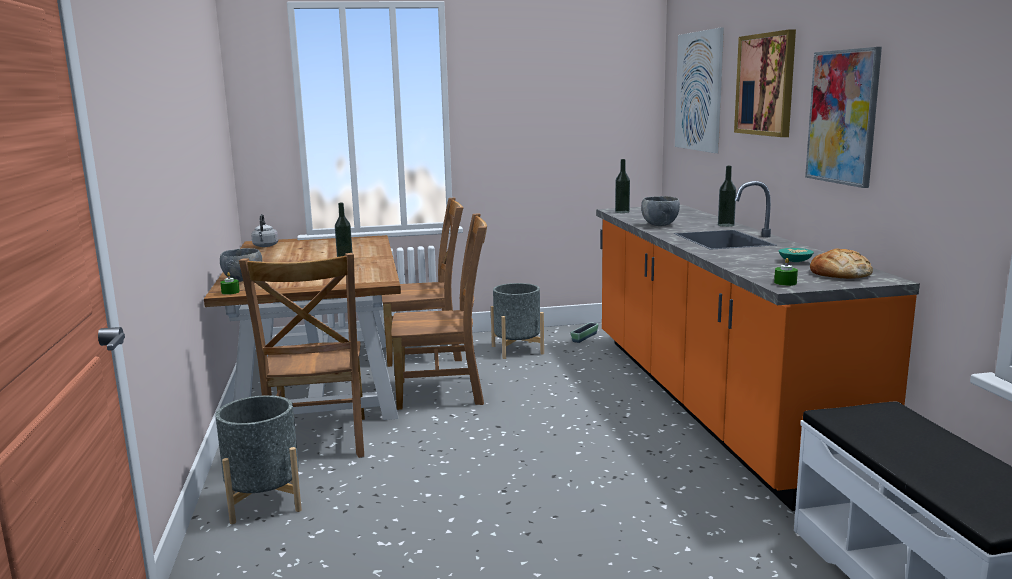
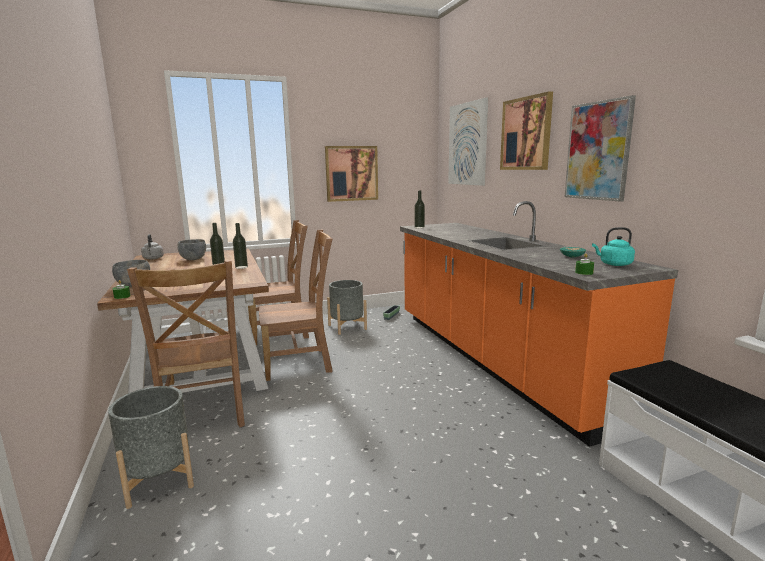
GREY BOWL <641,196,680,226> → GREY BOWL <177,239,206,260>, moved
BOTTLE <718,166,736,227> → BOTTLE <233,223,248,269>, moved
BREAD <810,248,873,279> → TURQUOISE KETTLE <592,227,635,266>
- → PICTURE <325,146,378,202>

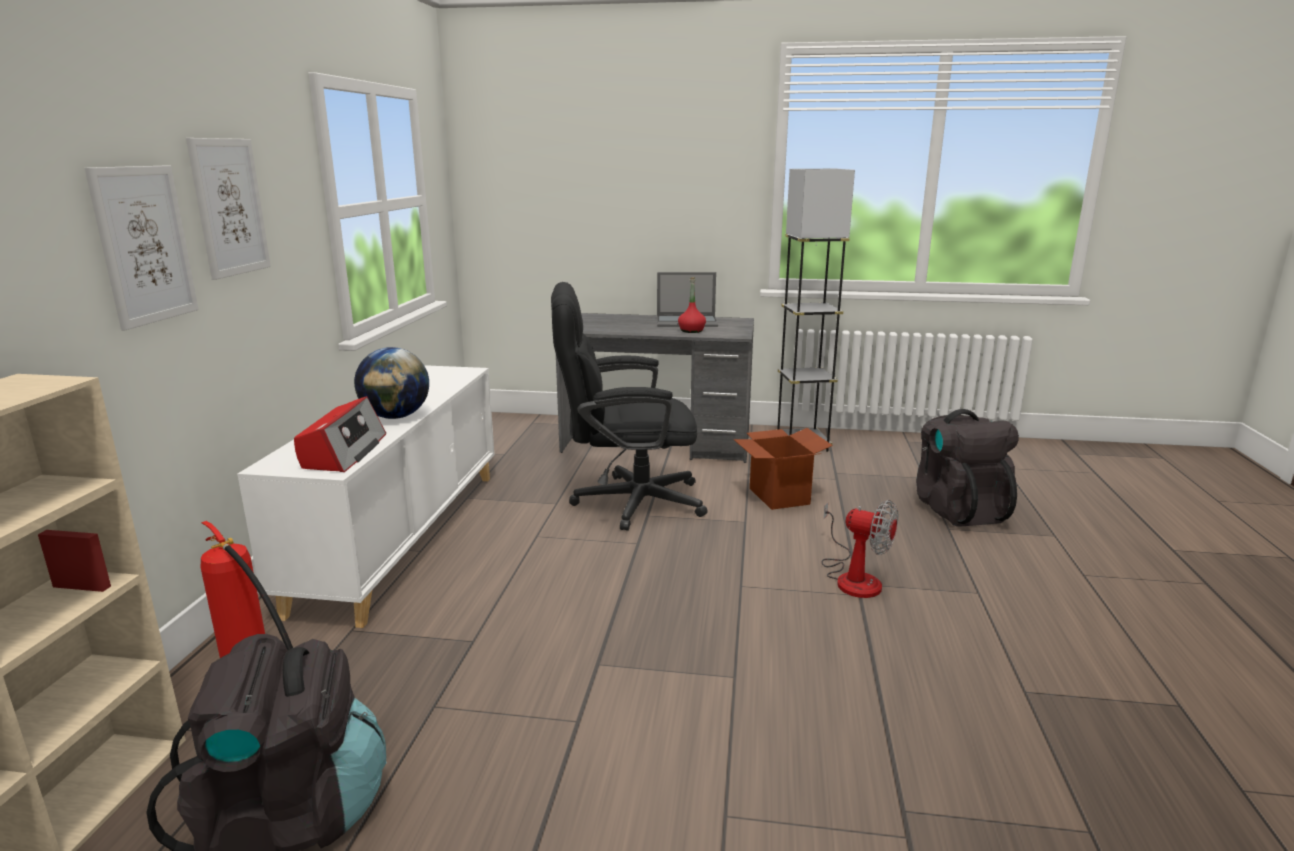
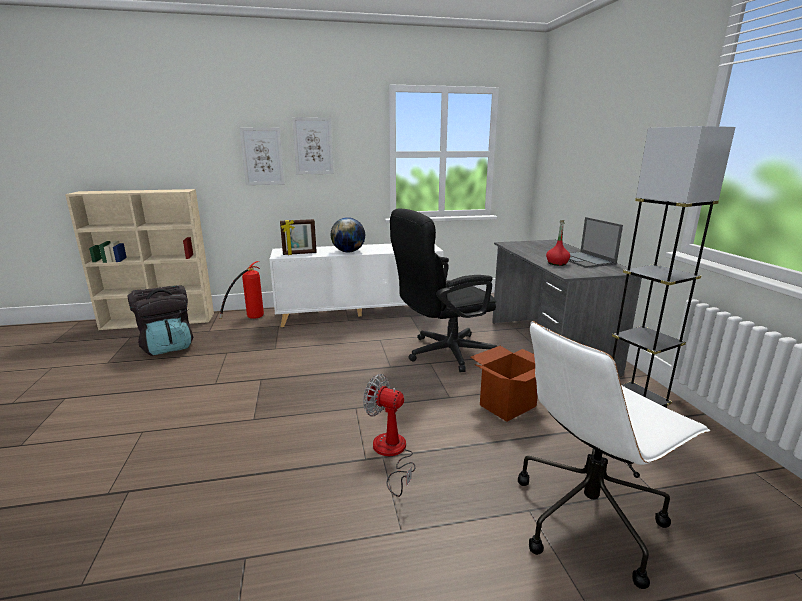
RADIO <294,396,386,472> → PICTURE FRAME <280,219,317,255>
BLACK OFFICE CHAIR <551,282,708,531> → BLACK OFFICE CHAIR <390,208,497,372>, 90 degrees counterclockwise
FAN <822,500,898,598> → FAN <363,374,415,497>, 105 degrees clockwise
BLACK BACKPACK <916,409,1019,527> → WHITE OFFICE CHAIR <518,321,710,589>

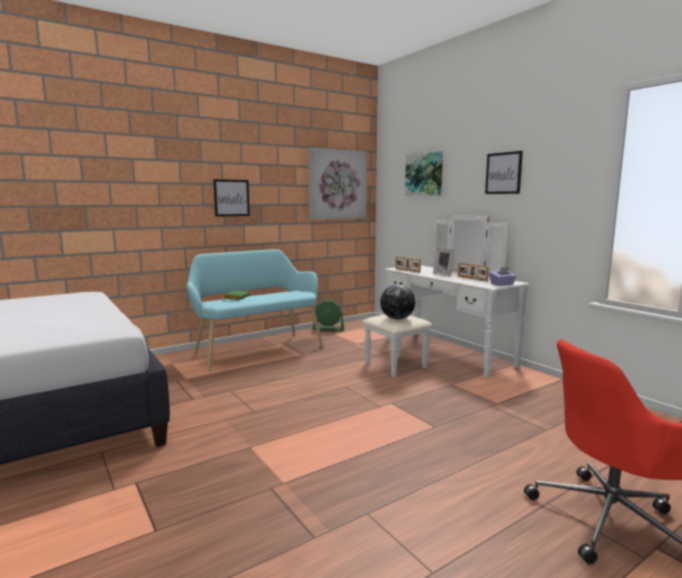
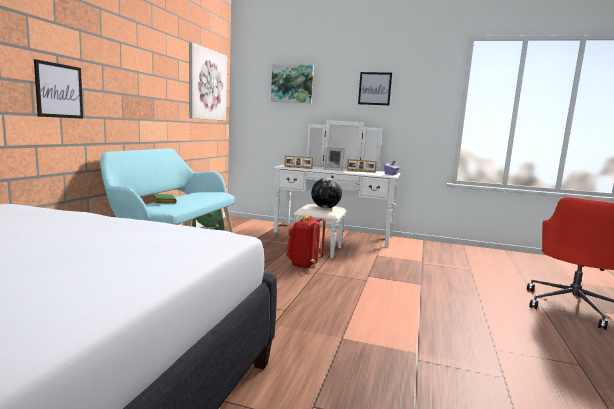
PICTURE <213,179,250,217> → PICTURE <34,59,83,119>, moved
- → RED BACKPACK <286,215,326,269>

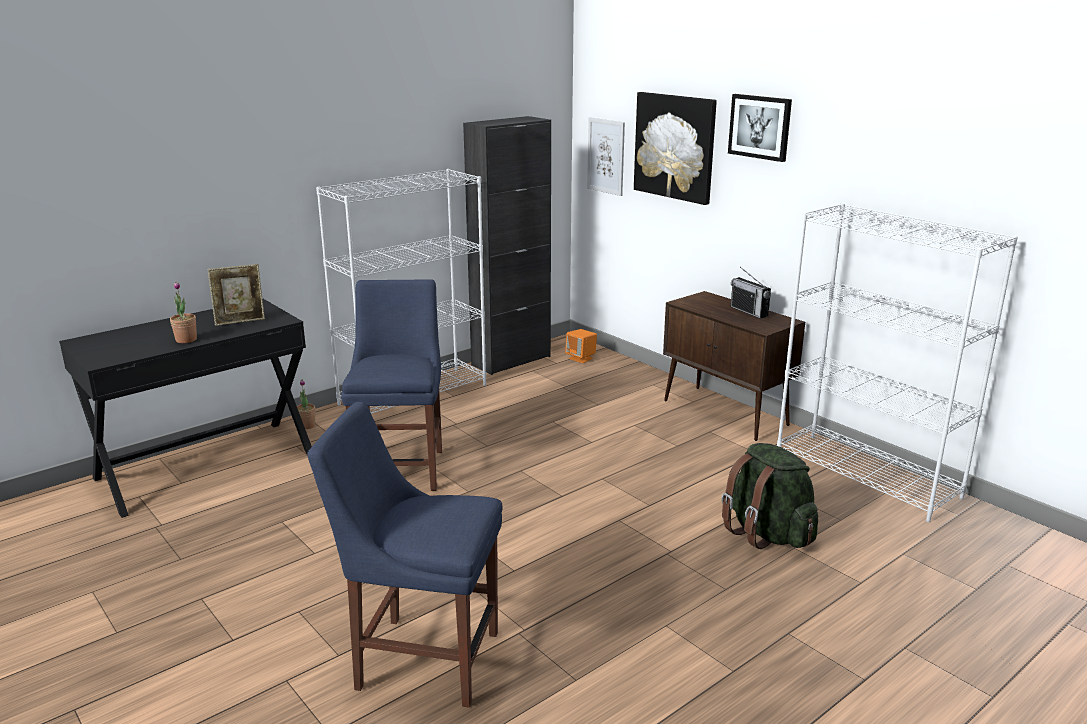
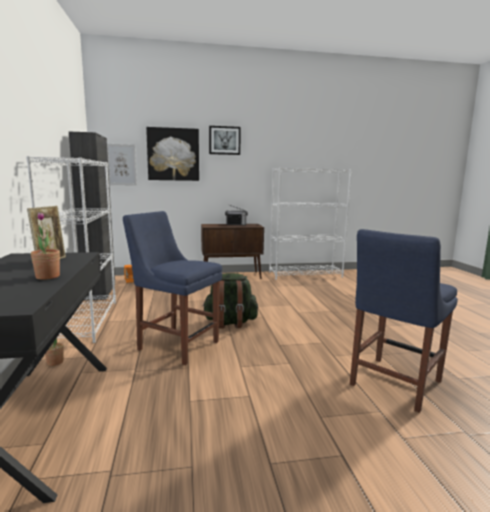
GREEN BACKPACK <722,443,818,549> → GREEN BACKPACK <202,273,258,328>, moved

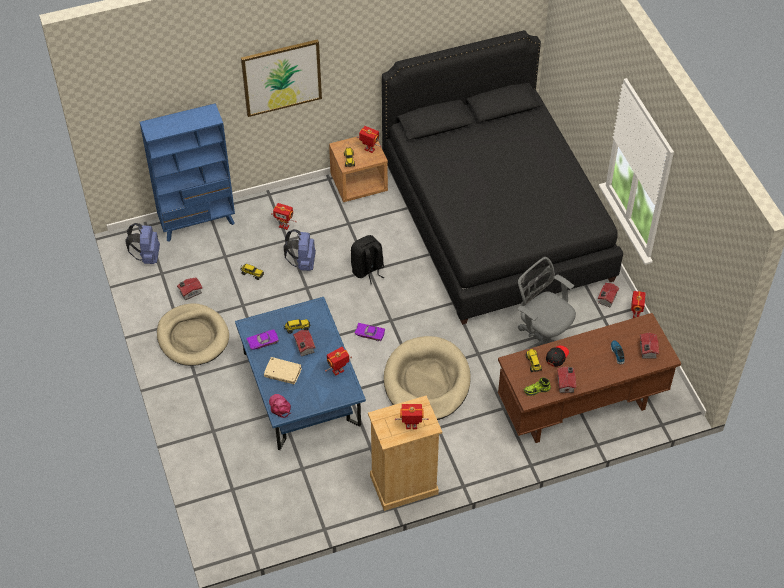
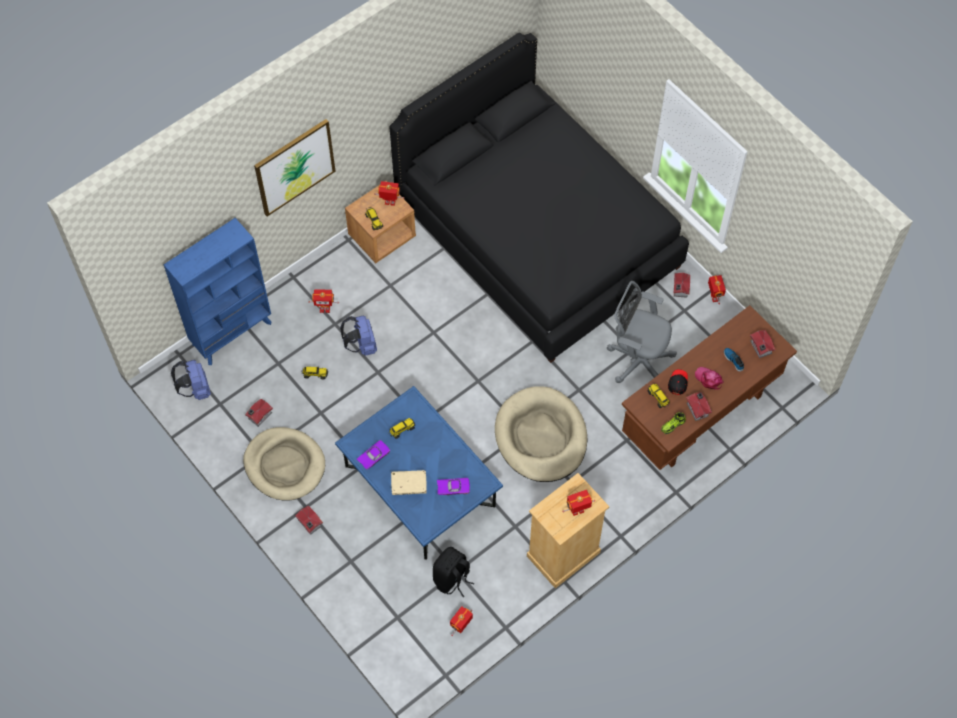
PINK CAP <269,394,292,418> → PINK CAP <695,367,724,390>, moved
TOY HOUSE <293,330,315,357> → TOY HOUSE <295,506,323,535>, moved
TOY ROBOT <325,347,352,376> → TOY ROBOT <450,606,473,636>, moved
BLACK BACKPACK <351,235,384,284> → BLACK BACKPACK <433,547,474,597>, moved
PURPLE TOY CAR <354,323,385,341> → PURPLE TOY CAR <437,478,470,495>, moved

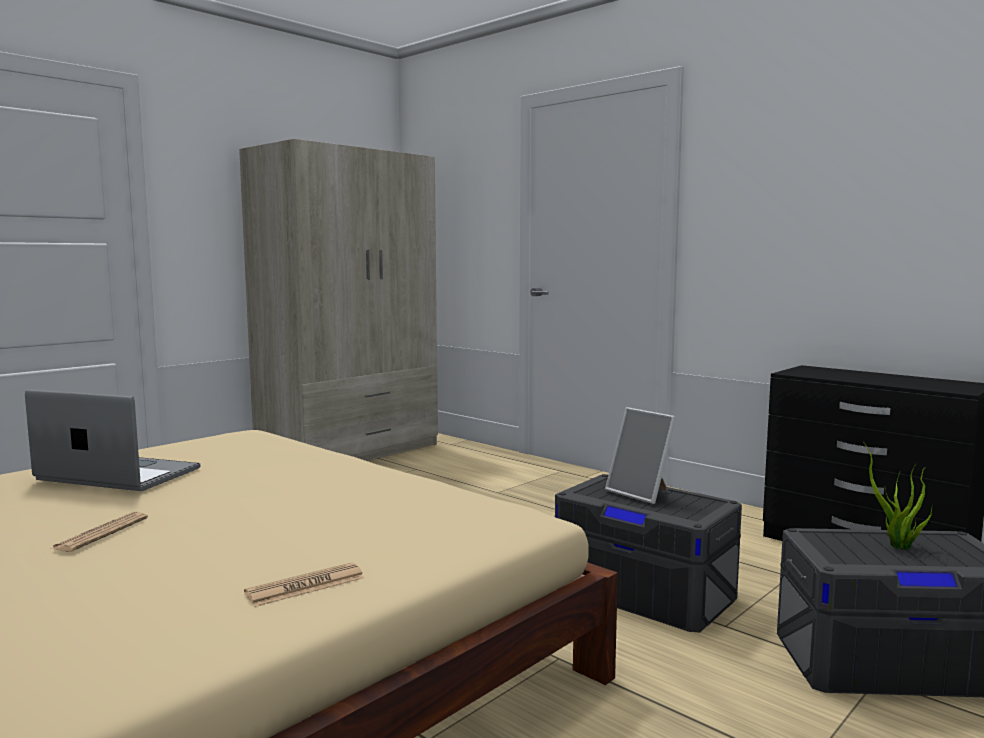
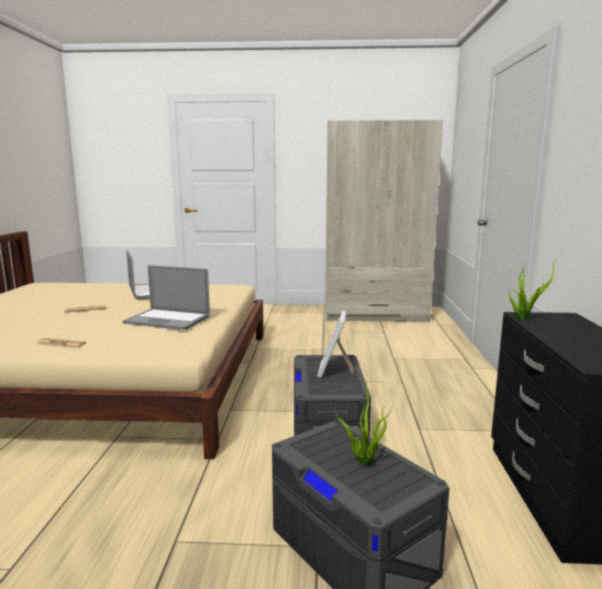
- → LAPTOP <122,265,210,330>
- → POTTED PLANT <508,253,563,320>

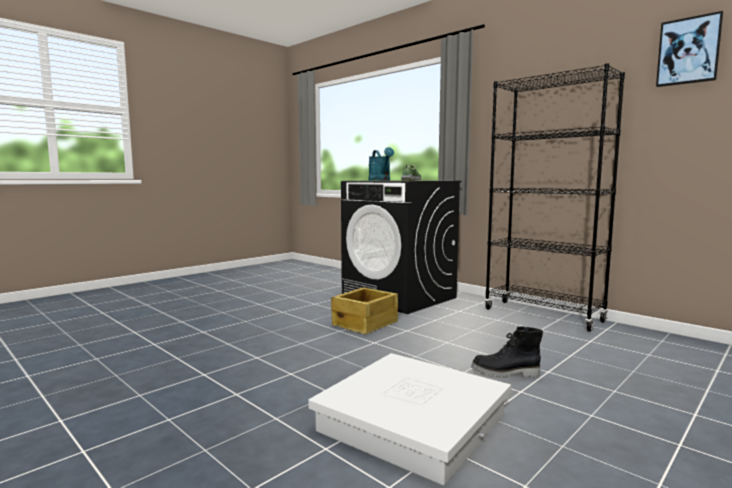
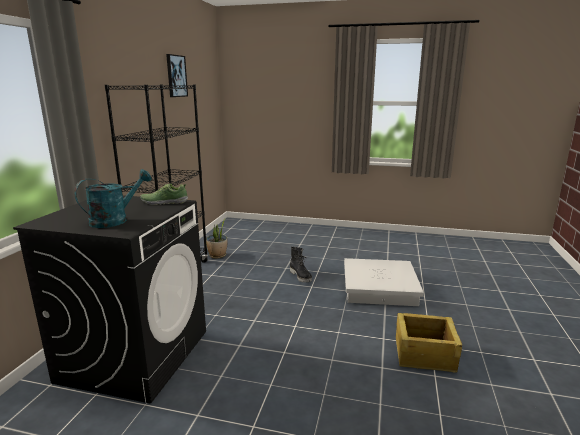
CRATE <331,287,398,335> → CRATE <396,313,462,373>, moved
- → POTTED PLANT <206,219,228,259>

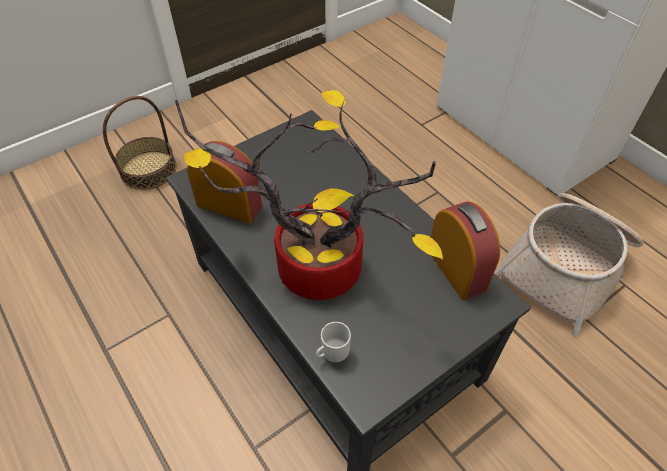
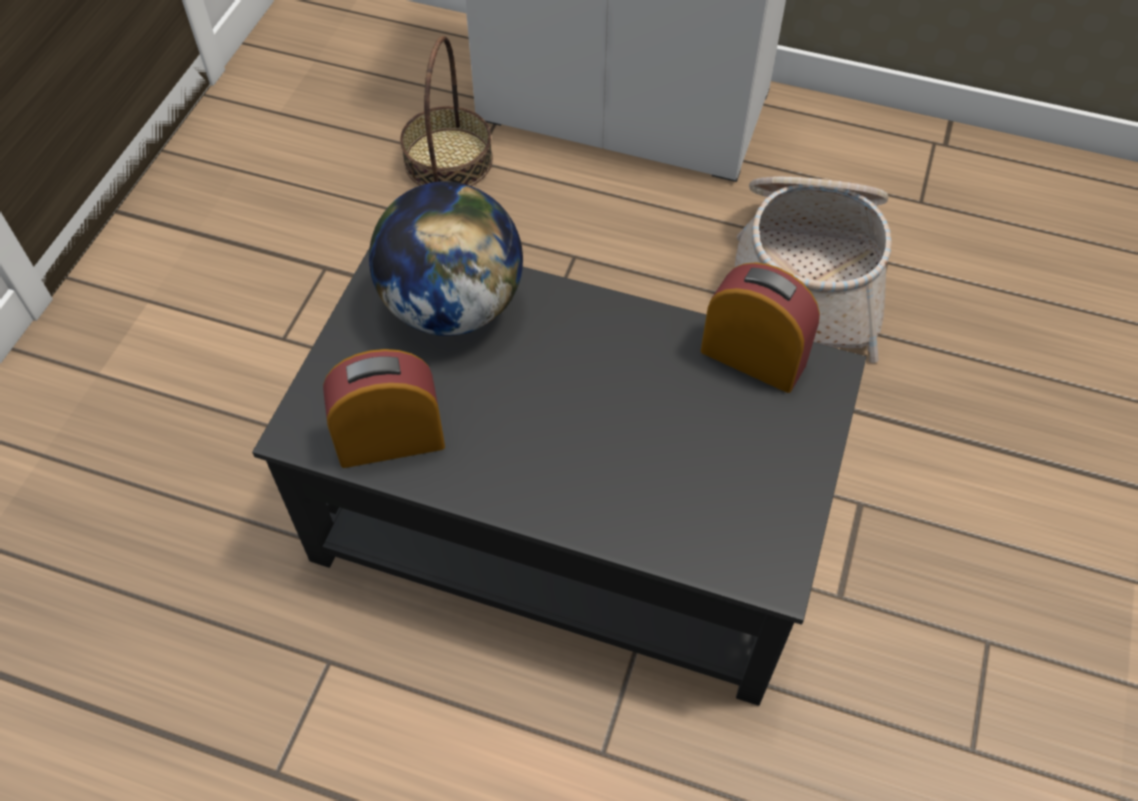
BASKET <103,96,177,190> → BASKET <400,36,493,186>, moved
POTTED PLANT <175,90,443,300> → -
MUG <316,322,351,362> → -
- → GLOBE <369,181,523,336>

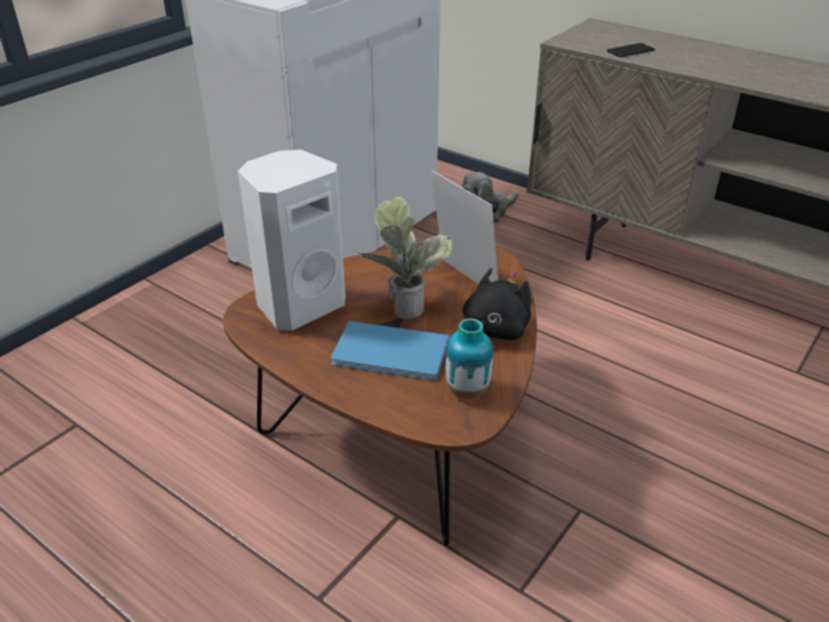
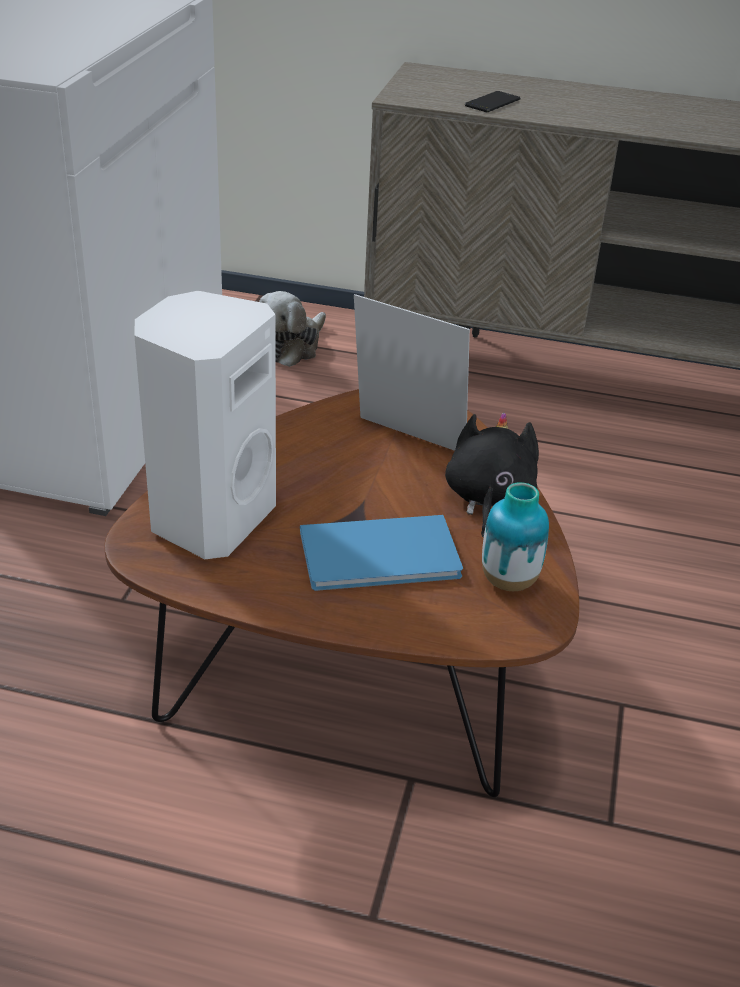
POTTED PLANT <359,197,453,319> → -

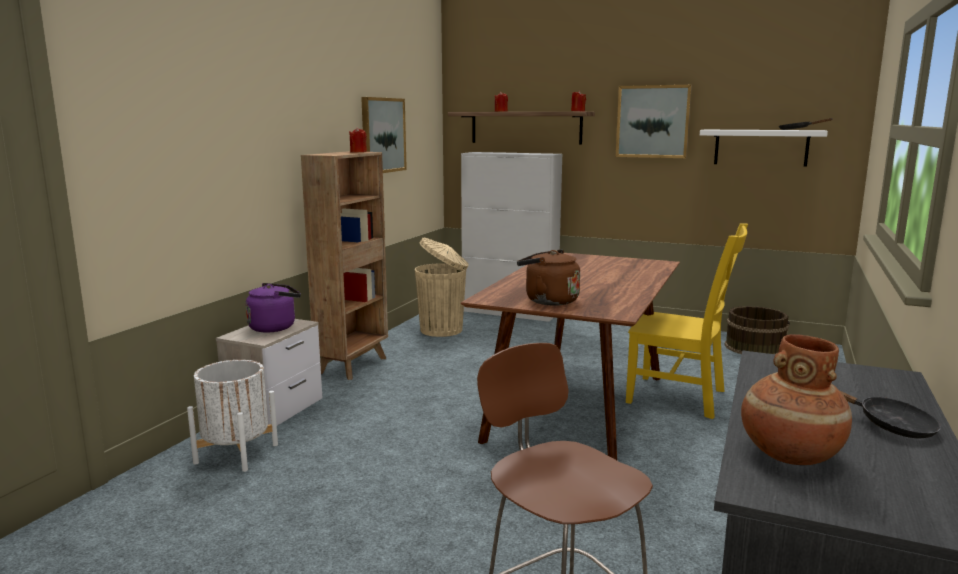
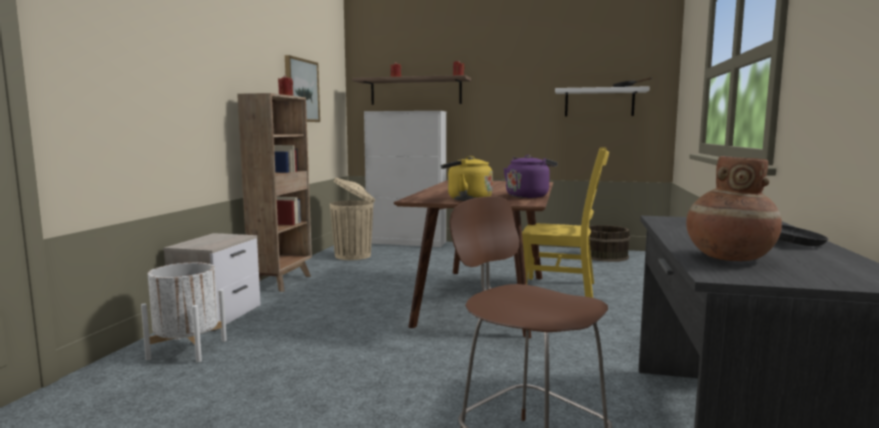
PURPLE KETTLE <246,283,301,333> → PURPLE KETTLE <503,155,558,198>, moved
BROWN KETTLE <517,250,580,306> → YELLOW KETTLE <441,156,493,201>
PICTURE <616,85,692,158> → -

